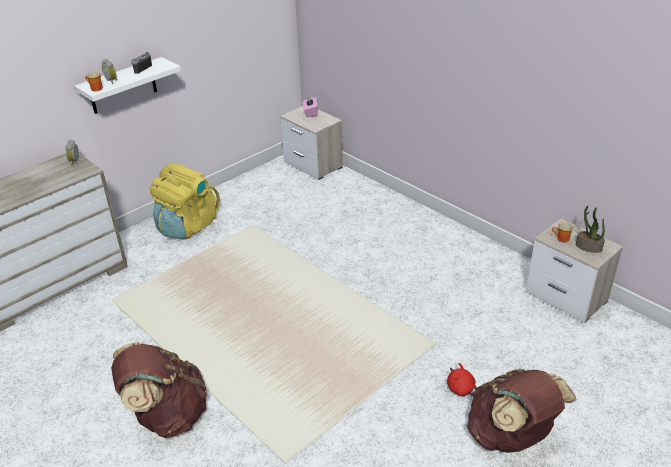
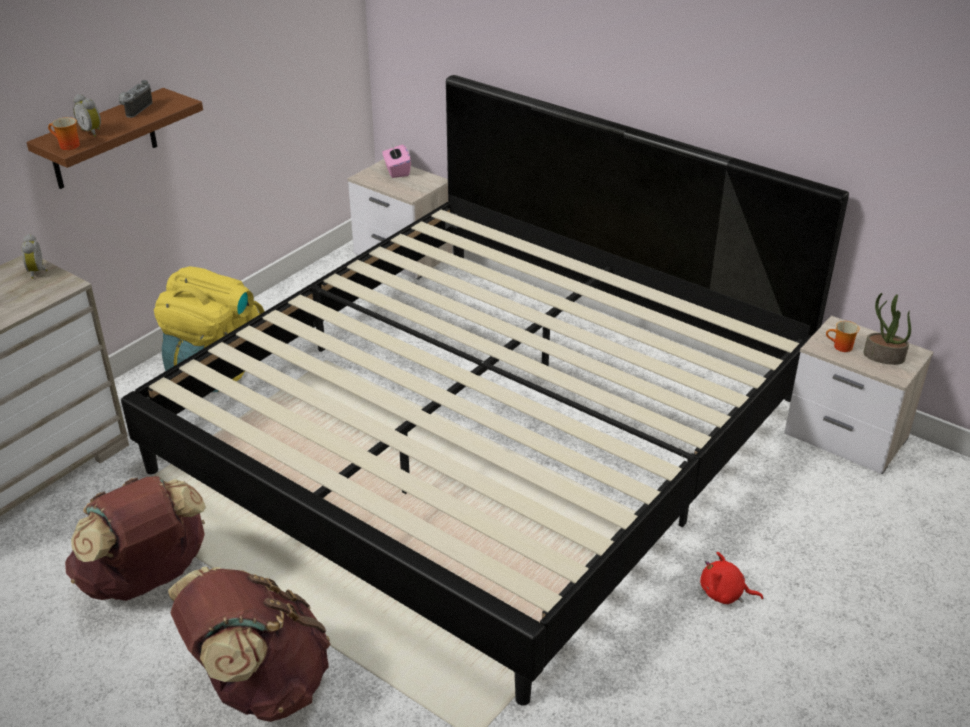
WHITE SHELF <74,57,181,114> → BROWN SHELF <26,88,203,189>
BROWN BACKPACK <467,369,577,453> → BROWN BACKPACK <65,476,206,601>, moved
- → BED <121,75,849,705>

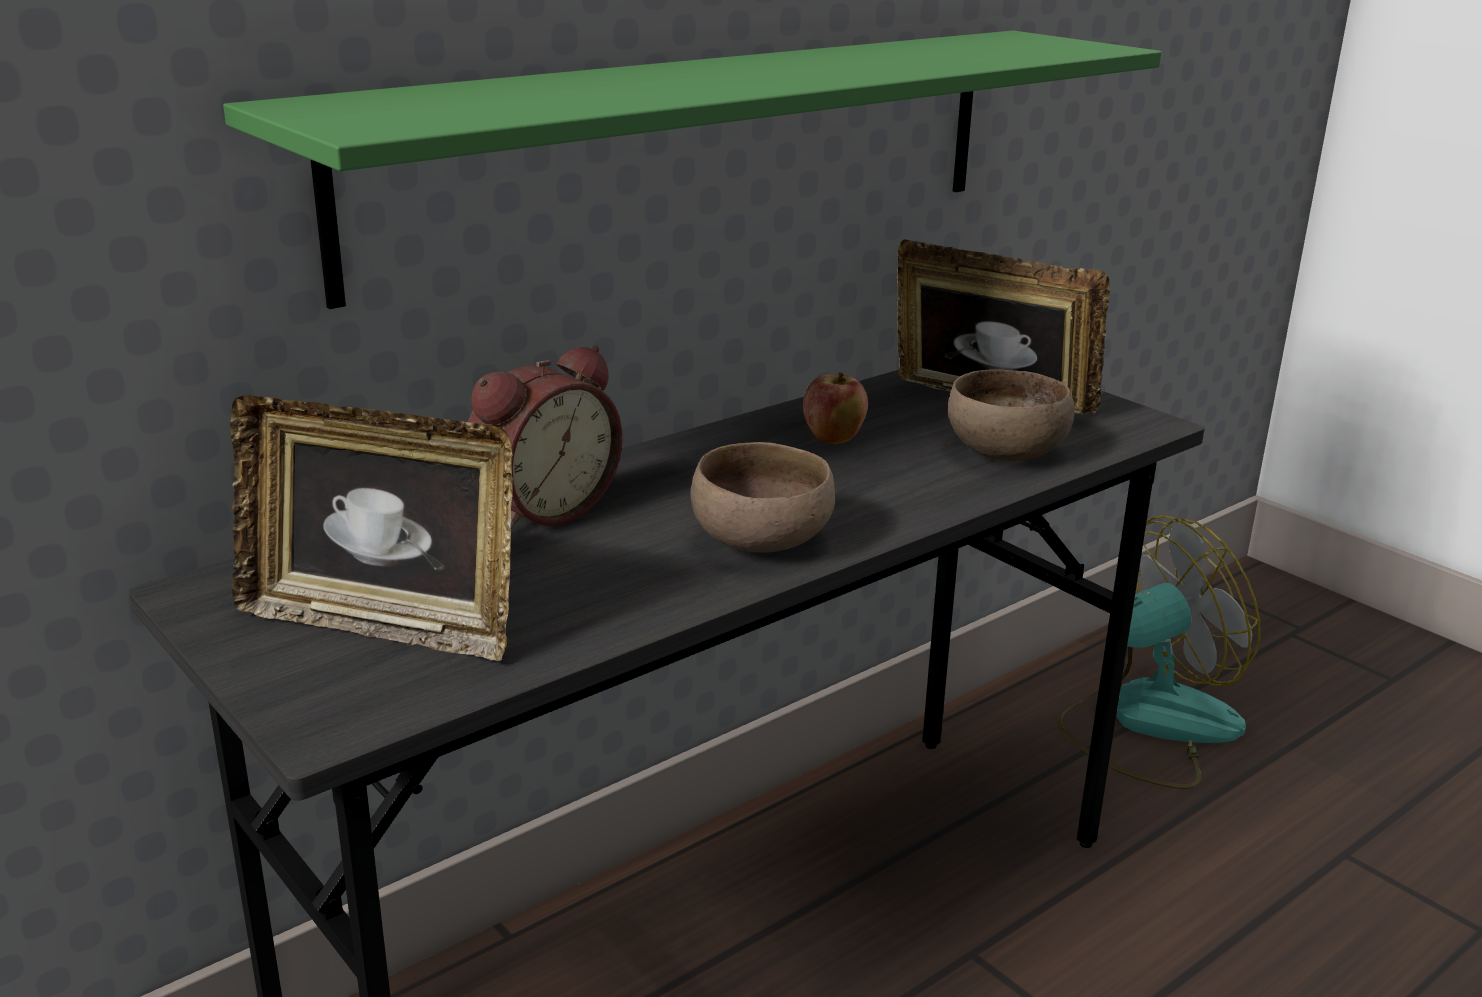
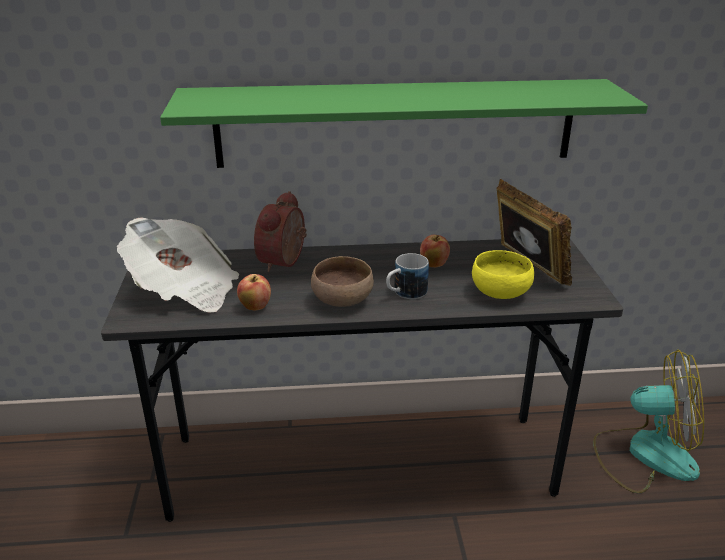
PICTURE FRAME <230,395,513,662> → NEWSPAPER <117,217,239,313>
ALARM CLOCK <468,345,622,529> → ALARM CLOCK <254,191,307,272>, 120 degrees clockwise
BROWN BOWL <947,369,1075,461> → YELLOW BOWL <472,250,534,299>
- → APPLE <237,274,271,310>
- → MUG <386,253,429,299>

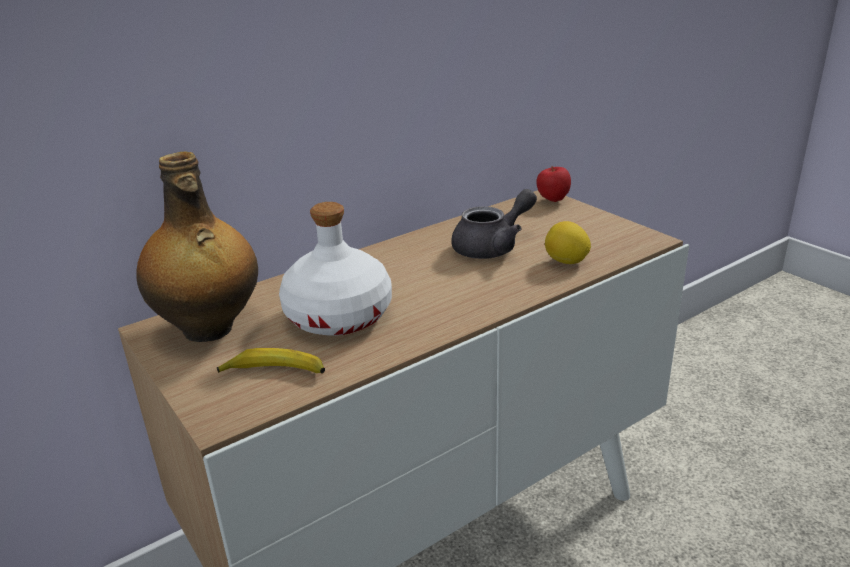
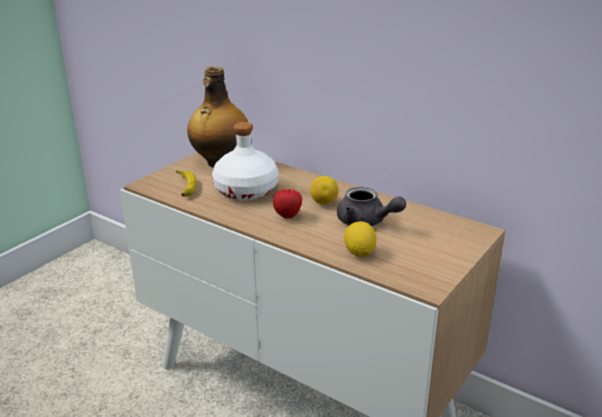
APPLE <536,166,571,202> → APPLE <273,189,302,218>, moved
- → LEMON <310,176,339,205>

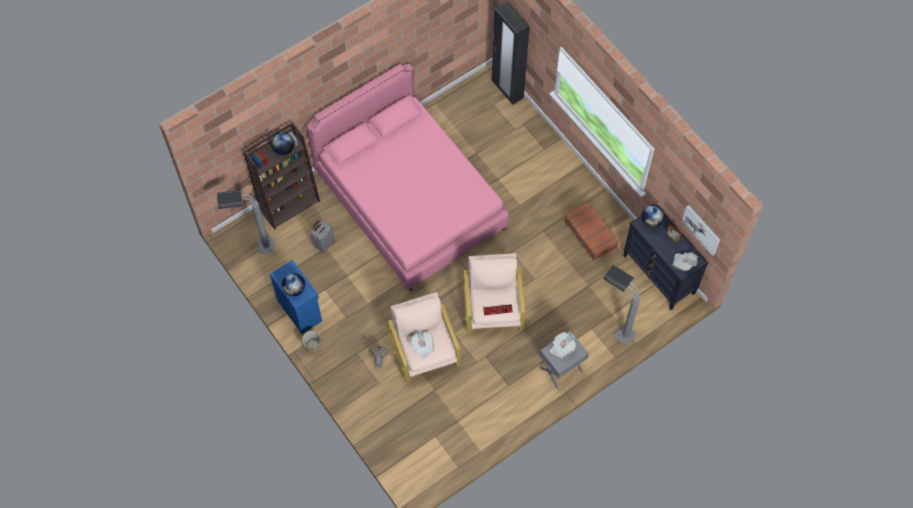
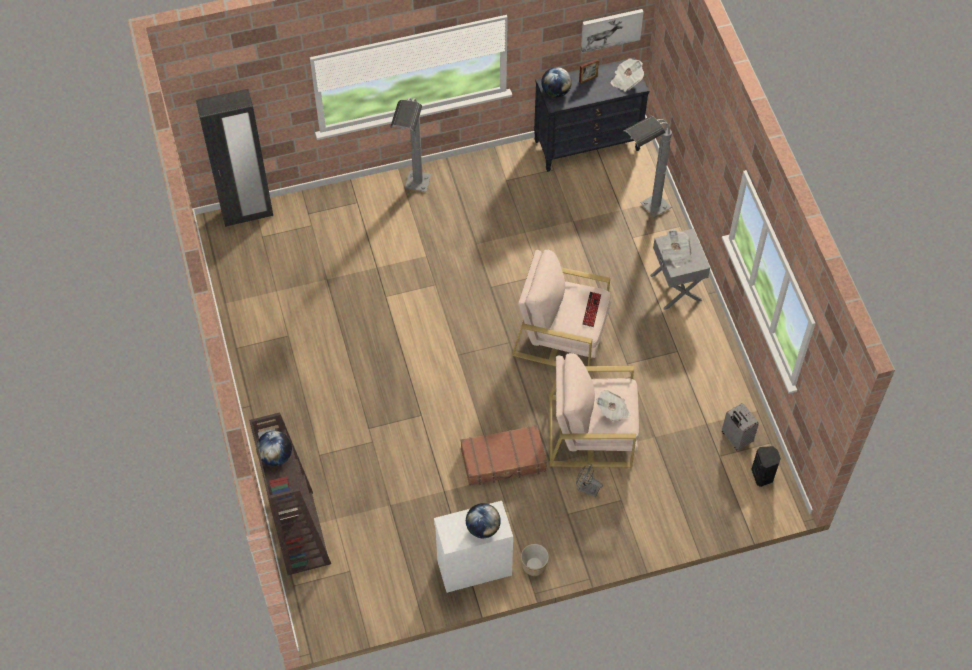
GREY FLOOR LAMP <217,190,275,254> → GREY FLOOR LAMP <390,97,431,192>, moved
BLUE CABINET <270,260,322,334> → WHITE CABINET <434,501,513,593>
PINK BED <306,64,509,291> → -
GREY SUITCASE <310,220,335,253> → GREY SUITCASE <722,403,759,450>, moved
BROWN SUITCASE <564,201,619,261> → BROWN SUITCASE <461,425,547,486>, moved
- → BLACK SPEAKER <751,446,781,487>

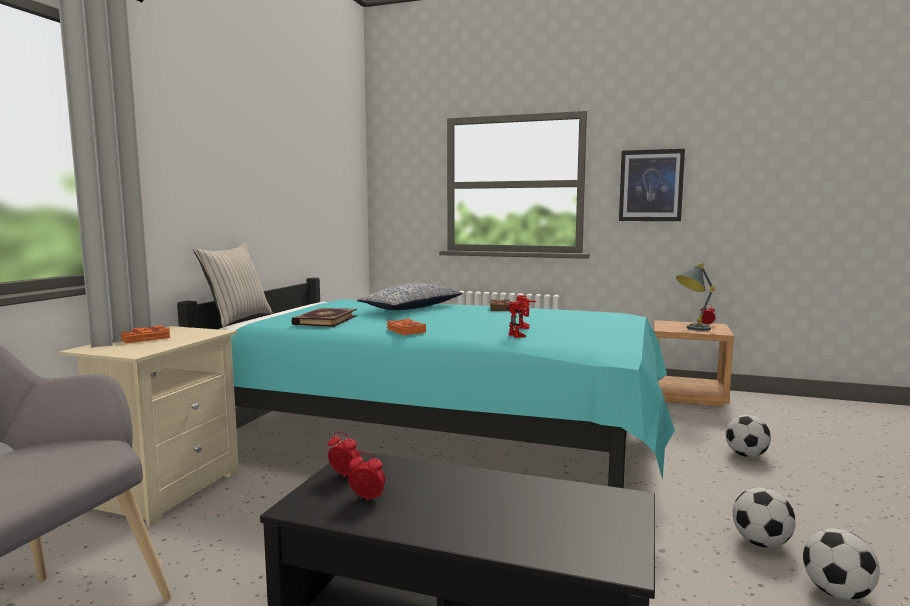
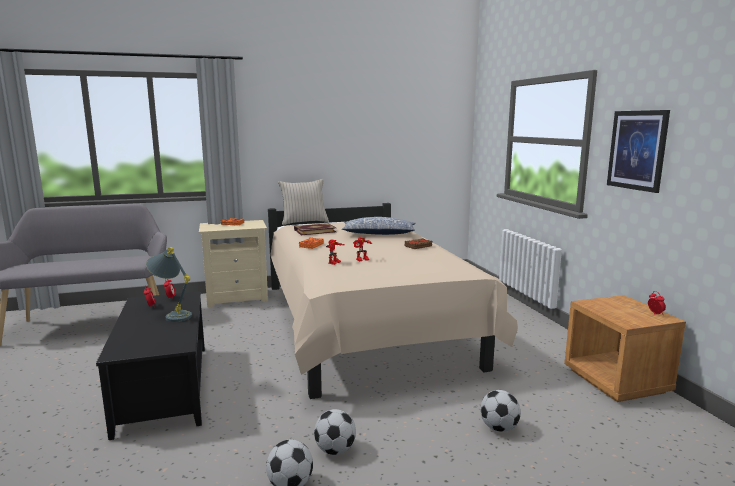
TURQUOISE BED <177,278,675,488> → BEIGE BED <268,203,518,399>
GREY TABLE LAMP <676,263,715,331> → GREY TABLE LAMP <146,247,192,322>, moved

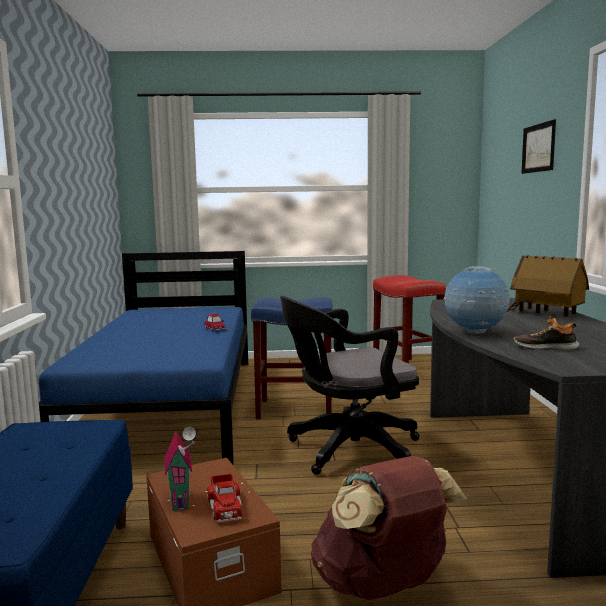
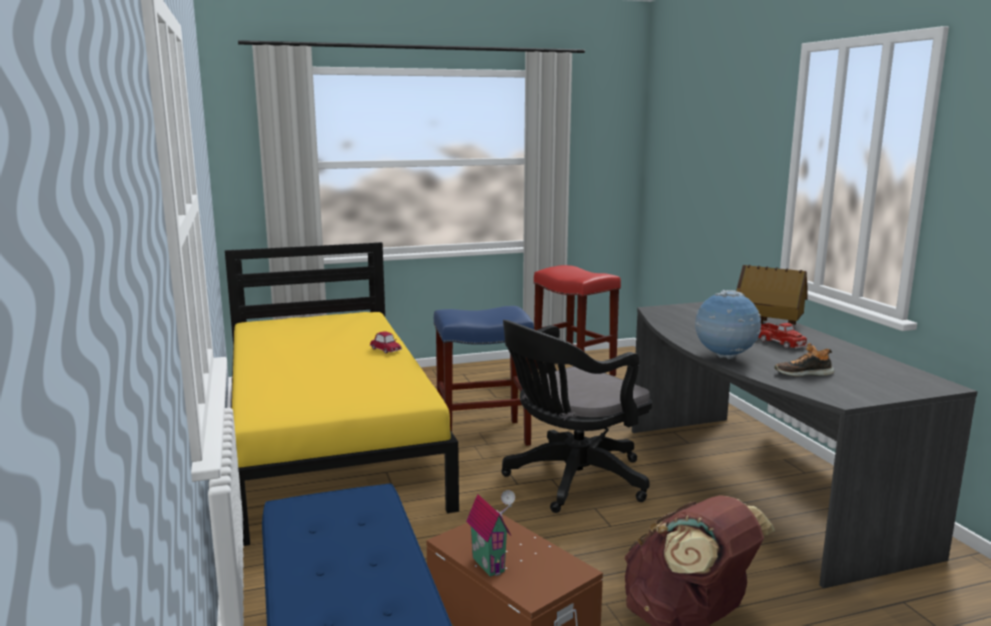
BLUE BED <39,251,248,464> → YELLOW BED <225,242,459,546>
TOY TRUCK <207,474,242,522> → TOY TRUCK <758,323,807,349>, moved
PICTURE <521,119,556,174> → -

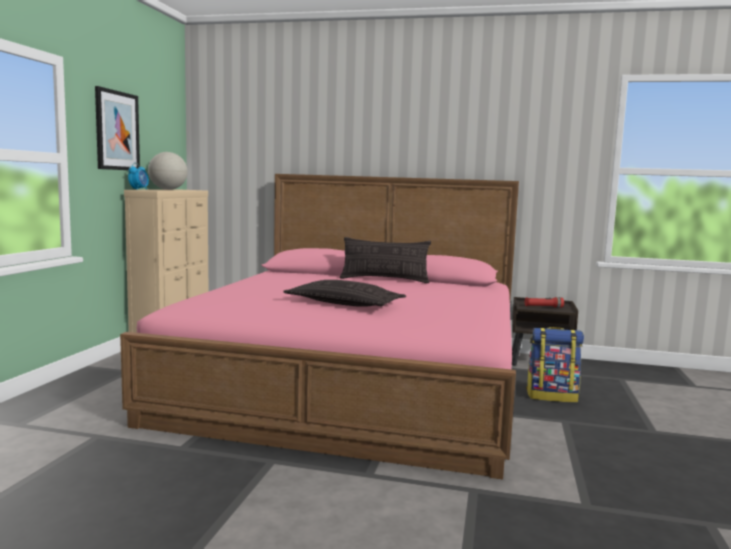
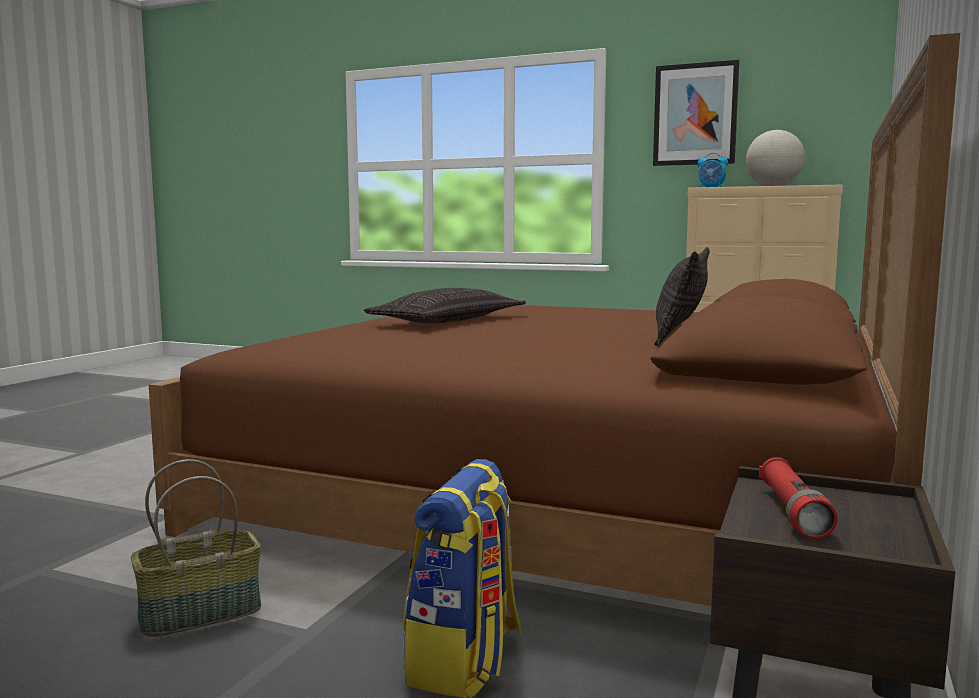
PINK BED <120,174,519,480> → BROWN BED <149,33,960,606>
- → BASKET <131,459,261,637>

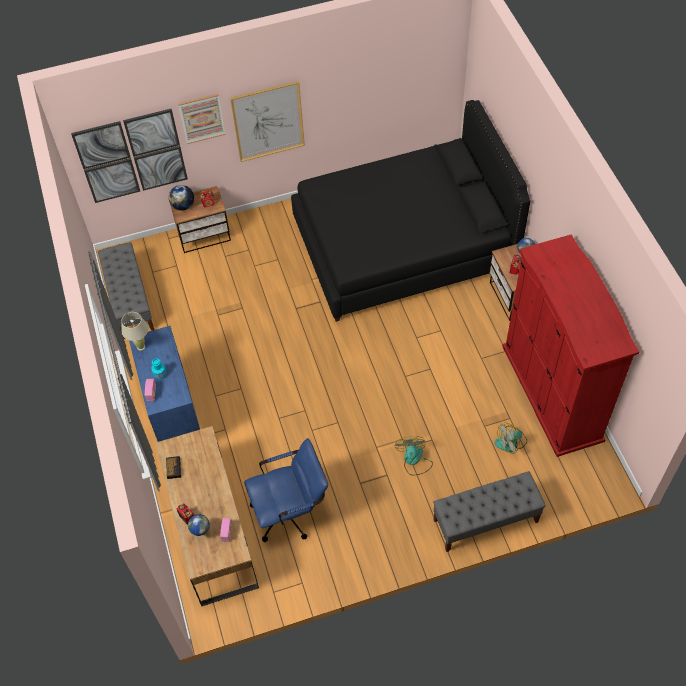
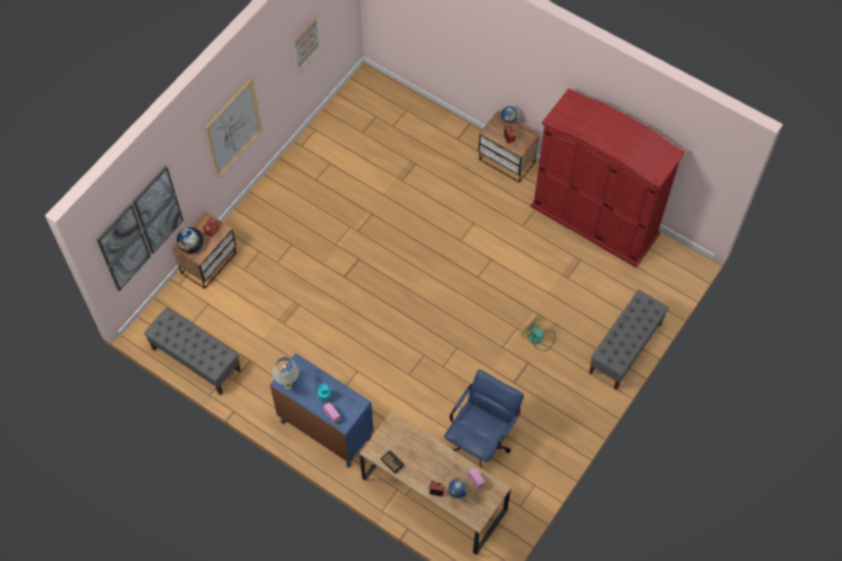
PICTURE <178,94,226,144> → PICTURE <292,15,321,73>, moved
BLACK BED <291,100,530,322> → -
FAN <494,423,527,453> → -

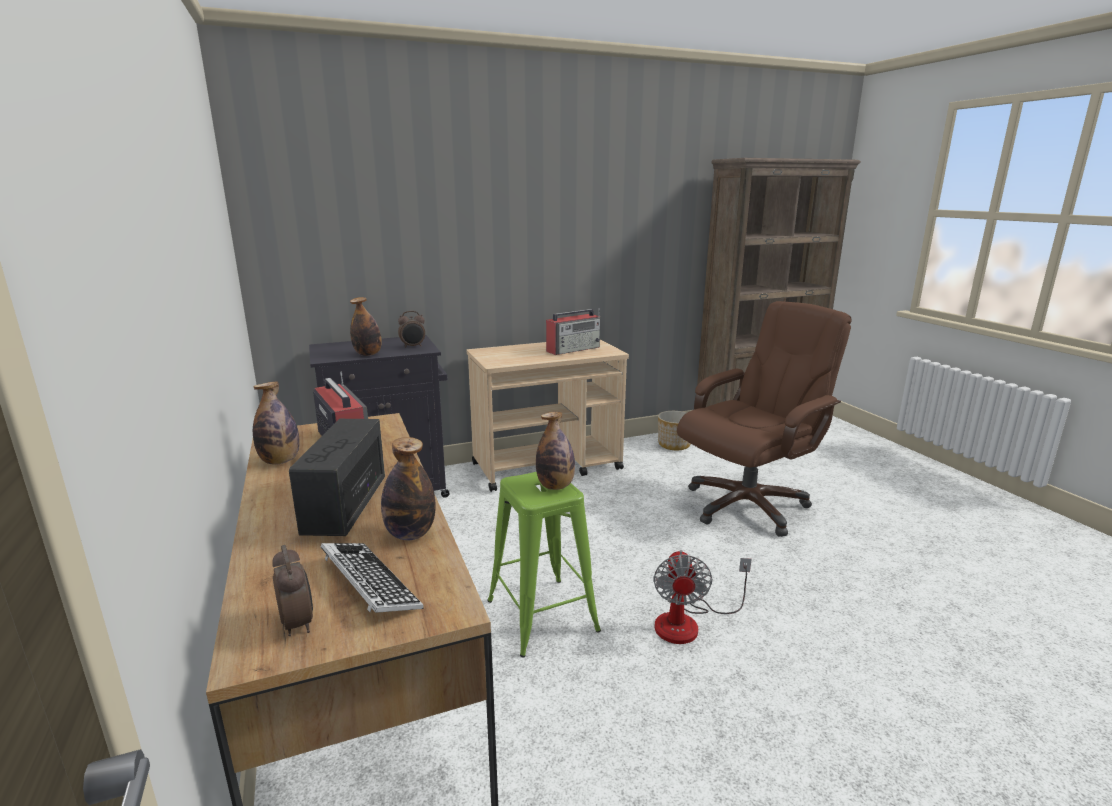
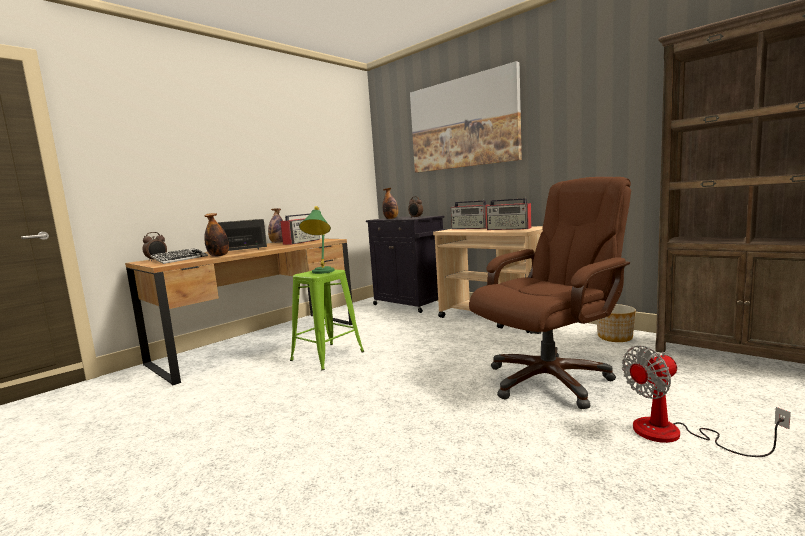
BOTTLE <536,412,575,490> → GREEN TABLE LAMP <299,206,335,274>
FAN <653,550,752,644> → FAN <622,346,791,457>, moved
BROWN OFFICE CHAIR <677,301,852,537> → BROWN OFFICE CHAIR <469,177,631,409>, 60 degrees counterclockwise
- → PICTURE <410,61,522,173>
- → RADIO <451,199,488,229>

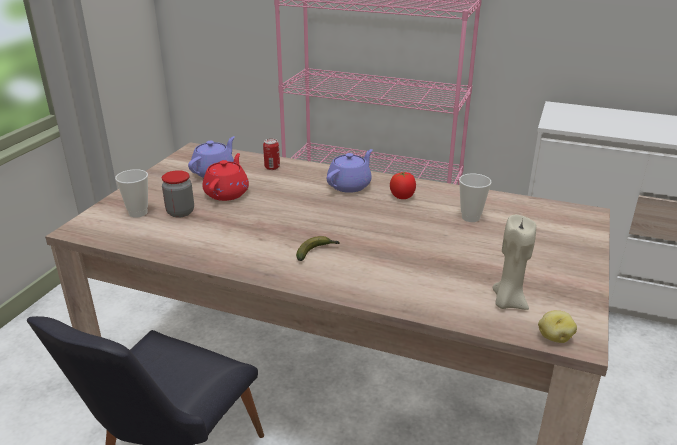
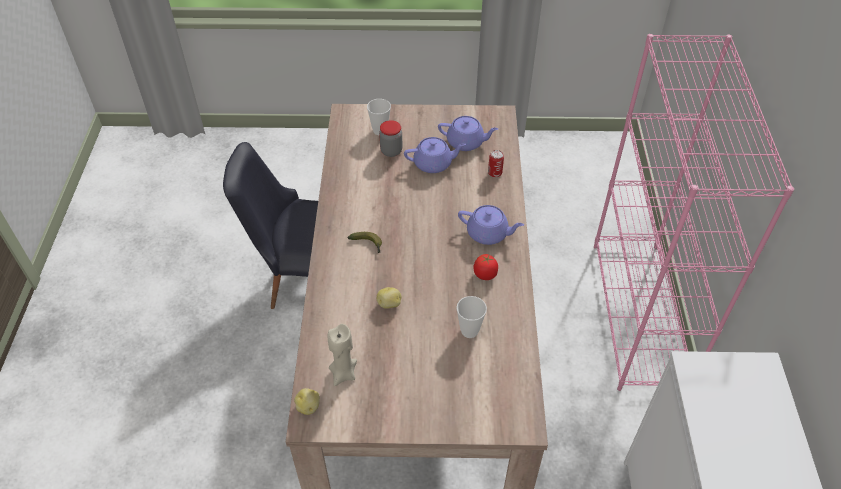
RED TEAPOT <203,153,249,201> → PURPLE TEAPOT <404,137,466,173>
- → POTATO <377,287,401,309>

